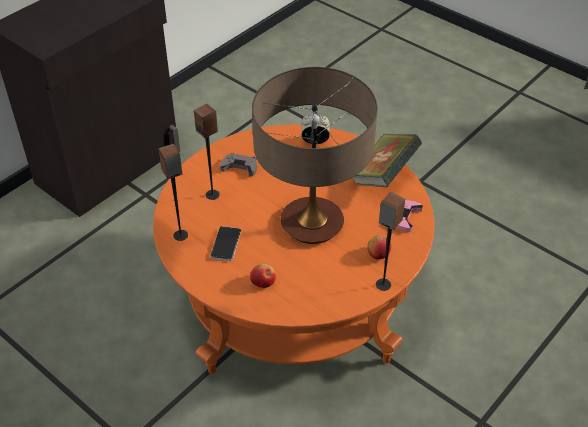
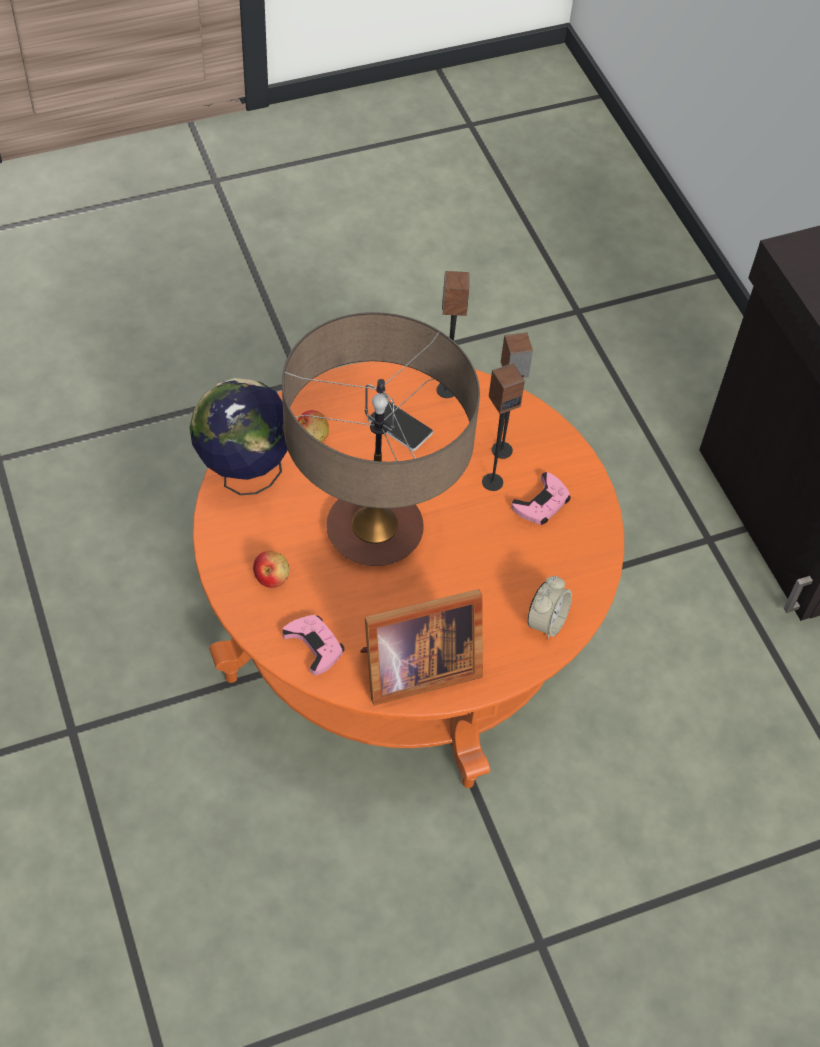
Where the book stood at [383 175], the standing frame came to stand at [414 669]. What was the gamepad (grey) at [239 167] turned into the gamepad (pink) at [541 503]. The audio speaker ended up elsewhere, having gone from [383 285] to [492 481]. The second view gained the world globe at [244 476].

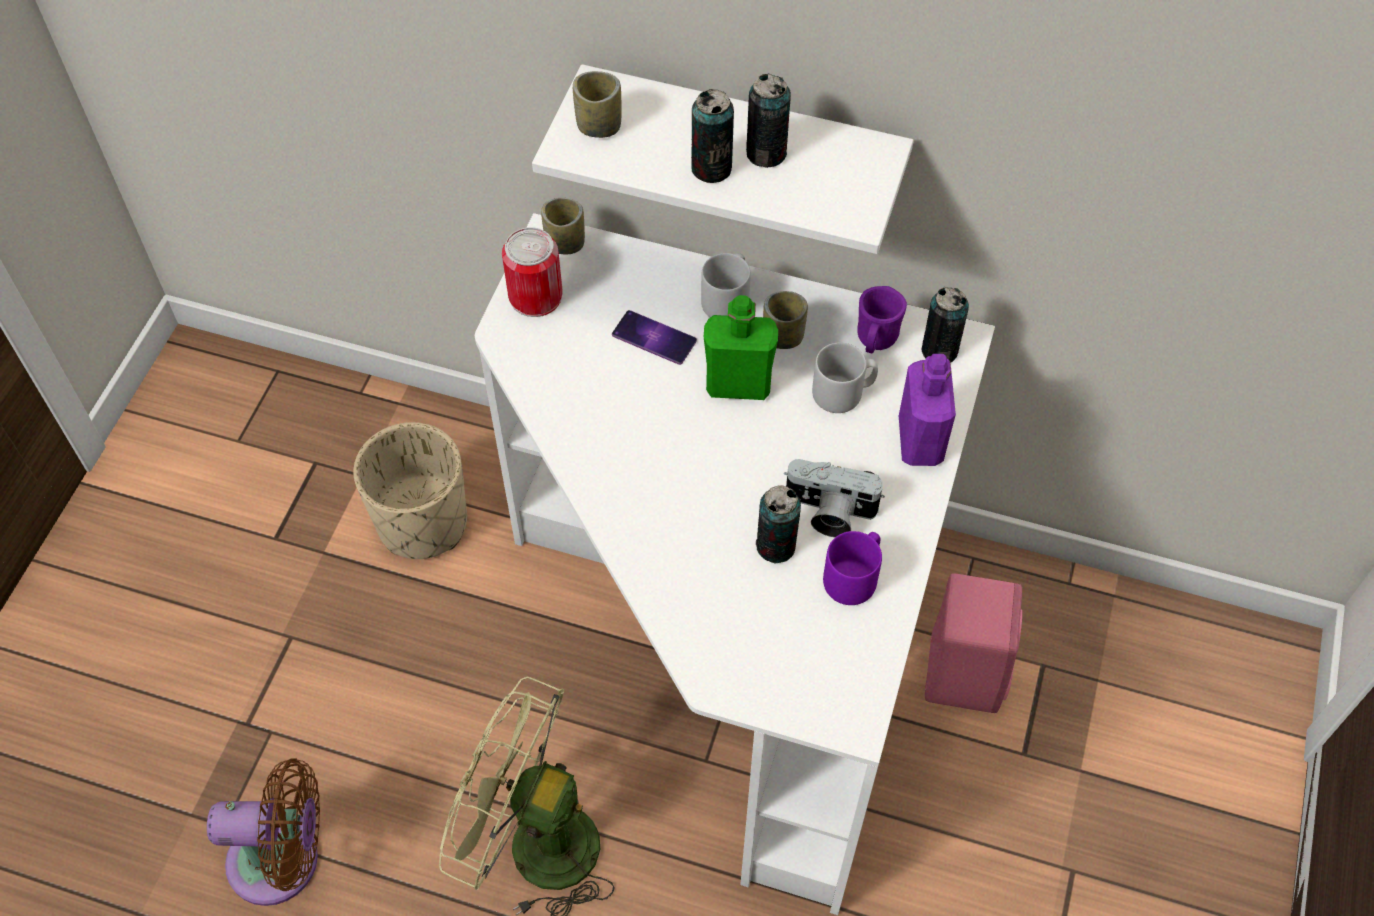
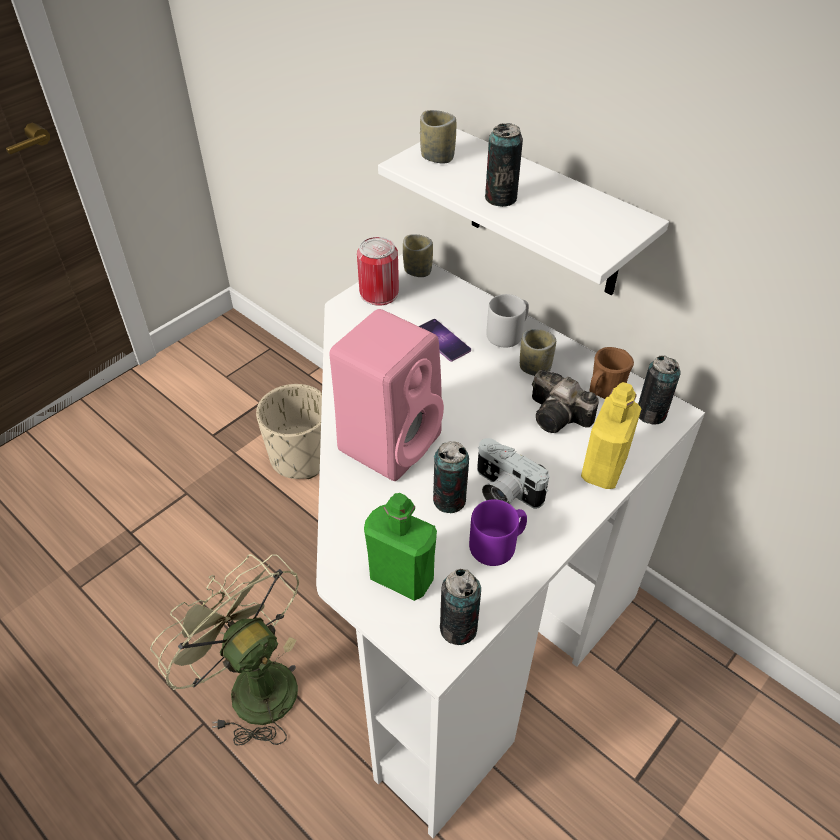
The sealed can ended up elsewhere, having gone from [766 153] to [458 628]. What was the coffee mug (purplish) at [875 341] turned into the coffee mug (brownish) at [603 392]. The beverage bottle (green) ended up elsewhere, having gone from [738 385] to [401 577]. Where the coffee mug (grey) stood at [843 393], the still camera came to stand at [560 417]. What was the beverage bottle (purplish) at [920 441] turned into the beverage bottle (yellow) at [603 468]. The audio speaker (pink) ended up elsewhere, having gone from [963 669] to [391 440]. The second view lost the cooling fan (brownish) at [283 861].

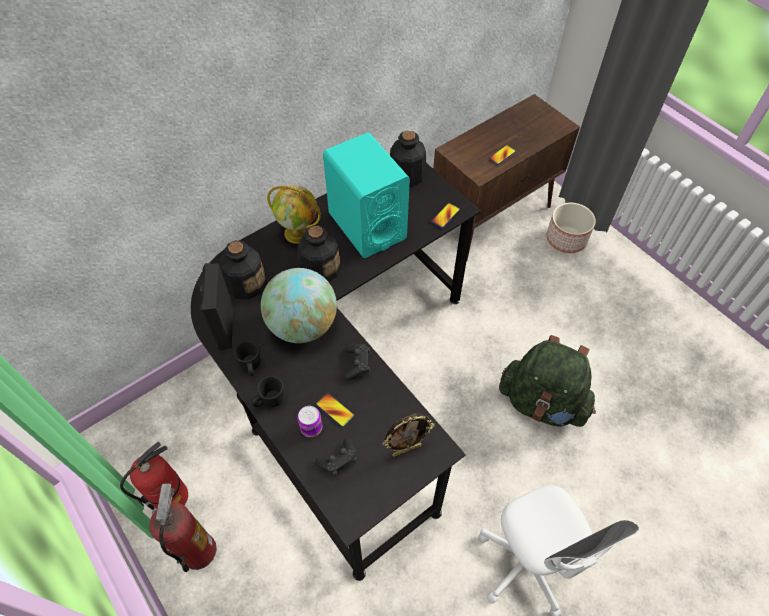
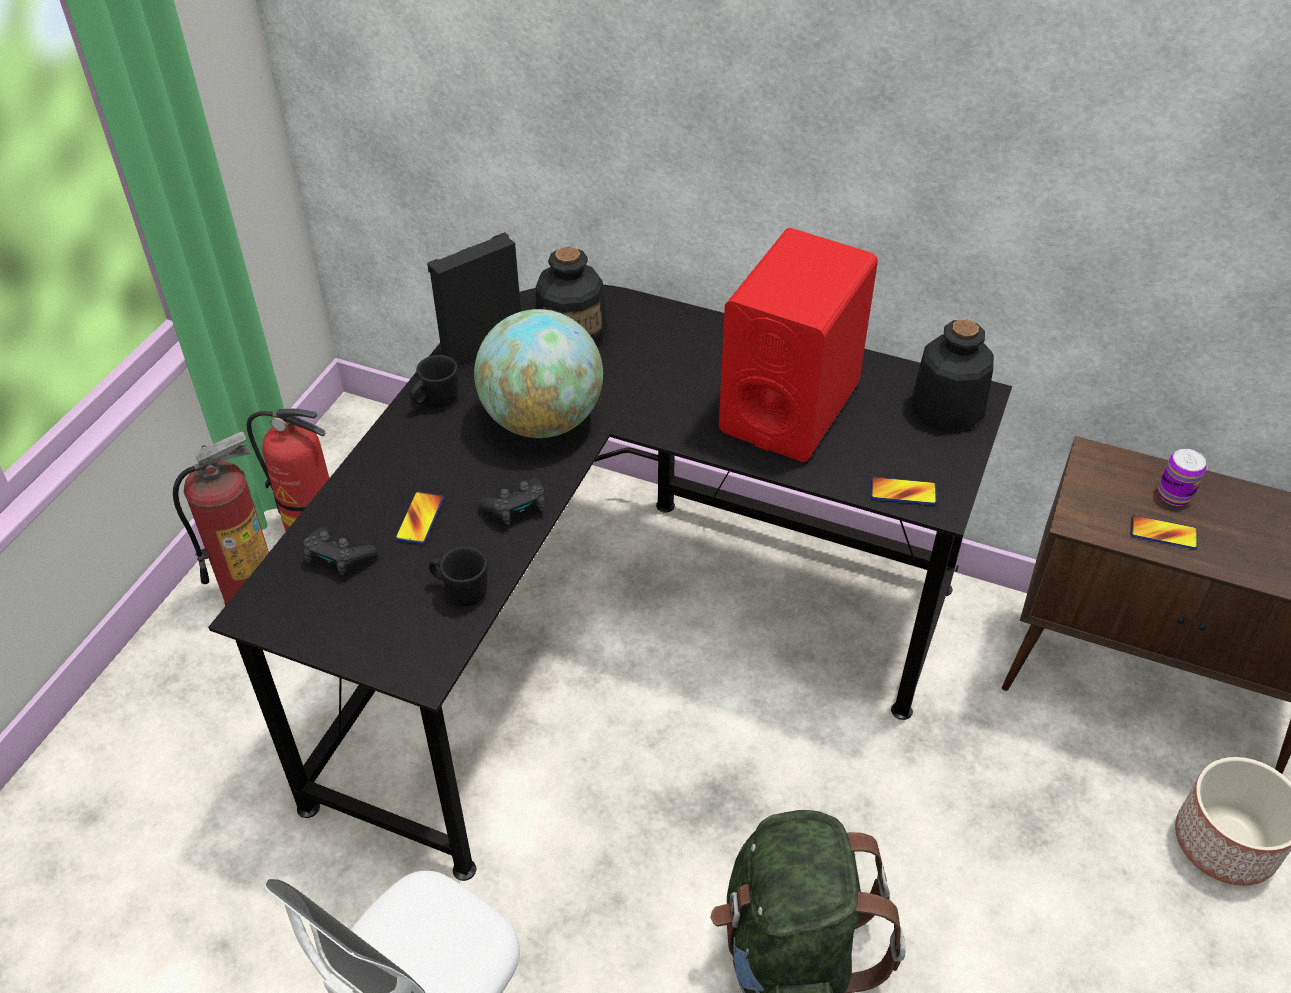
What was the audio speaker (turquoise) at [367 226] turned into the audio speaker (red-coloured) at [789 407]. The second view lost the world globe at [299 233]. The second view lost the beverage bottle at [320 267]. The coffee mug (black-coloured) ended up elsewhere, having gone from [269 401] to [460 591]. The sealed can ended up elsewhere, having gone from [311 428] to [1174 495]. The second view lost the standing frame at [406 449].

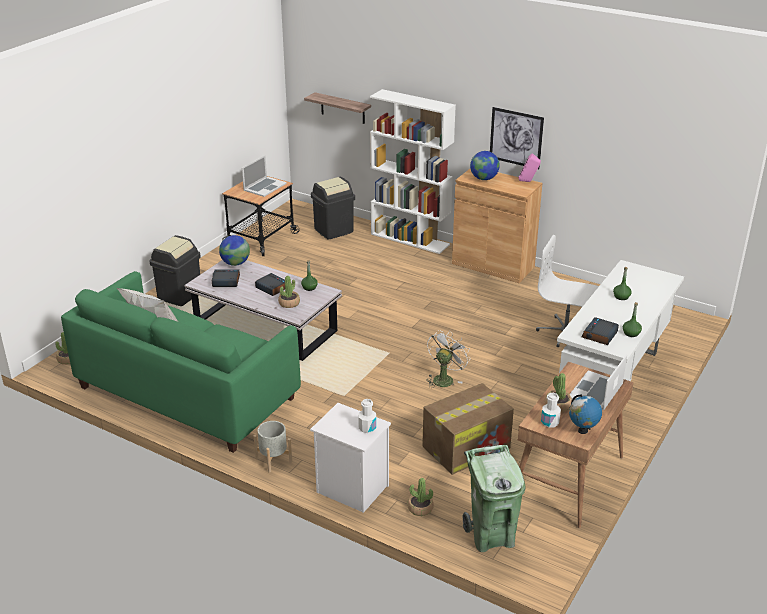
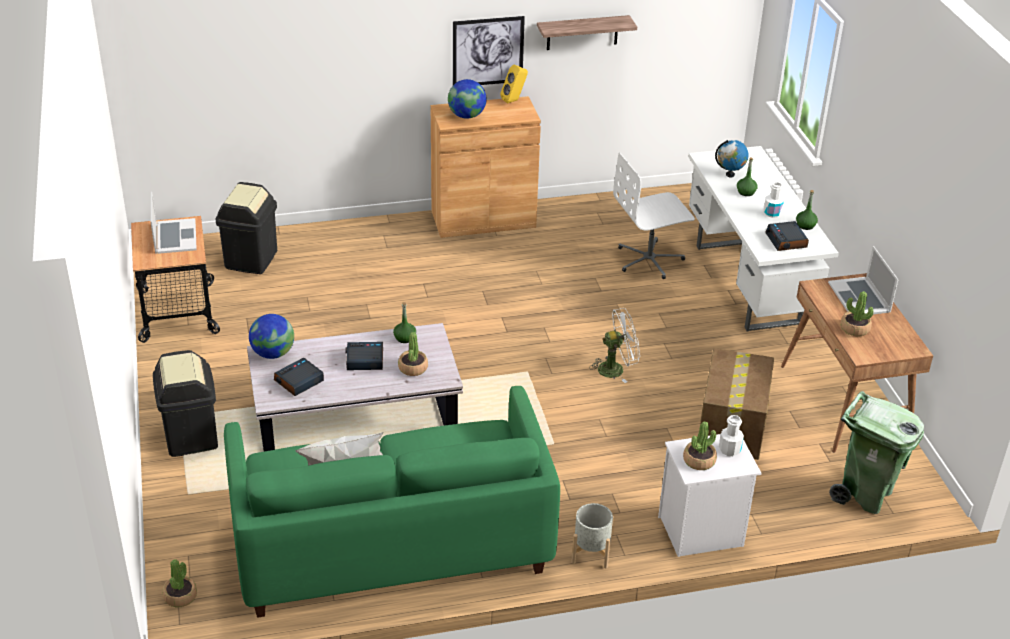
The second view lost the bookcase (white) at [410 239]. The shelf ended up elsewhere, having gone from [342 108] to [582 32]. What was the audio speaker (pink) at [528 181] turned into the audio speaker (yellow) at [514 100]. The cooling fan (white) at [444 378] ended up facing another way, 90 degrees clockwise from before. The beverage bottle (white) ended up elsewhere, having gone from [550 422] to [772 213]. The world globe ended up elsewhere, having gone from [582 430] to [730 174]. The plant in a pot ended up elsewhere, having gone from [420 508] to [699 461].

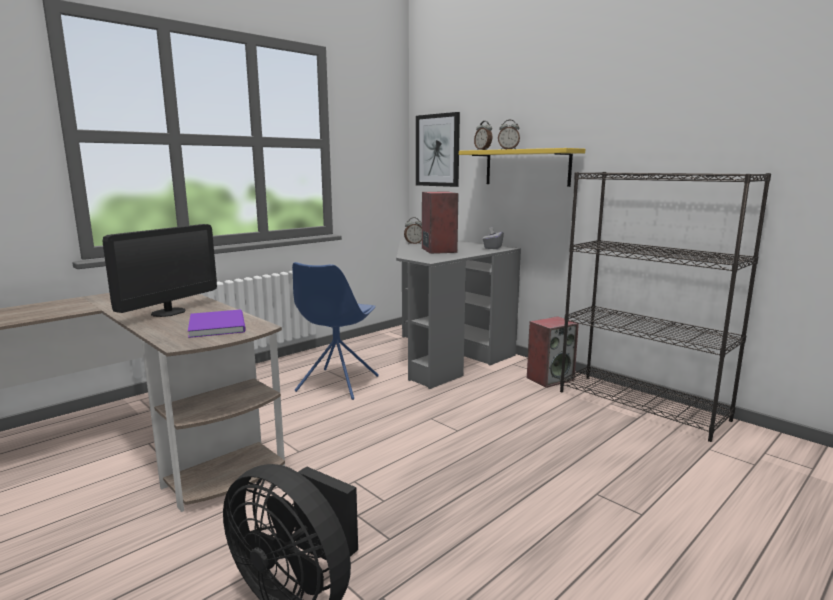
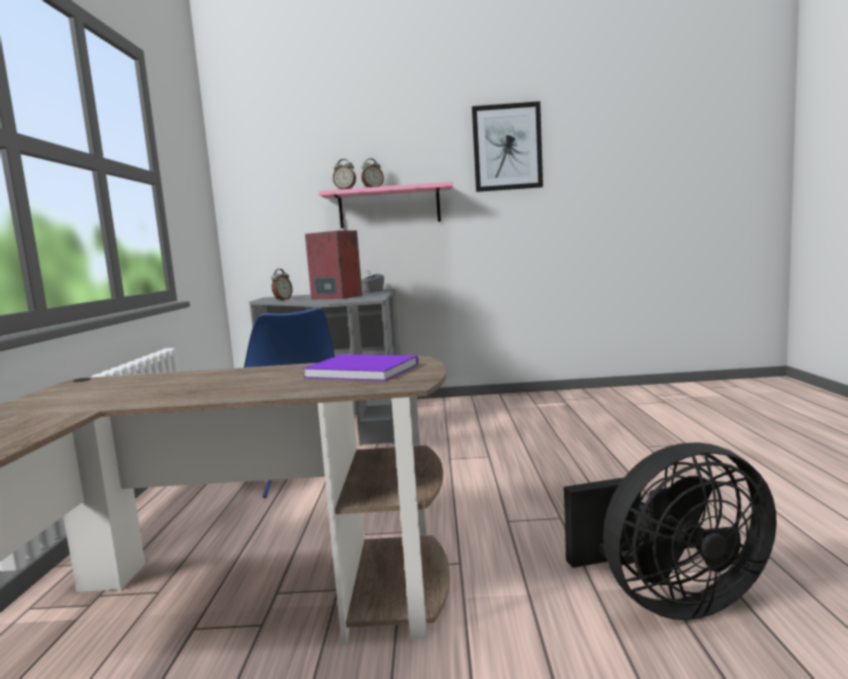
The wall art ended up elsewhere, having gone from [437 150] to [507 147]. What was the shelf (yellow) at [527 167] turned into the shelf (pink) at [389 207]. The second view lost the bookcase (black-coloured) at [642 405]. The second view lost the monitor at [168 312]. The second view lost the audio speaker at [550 378].

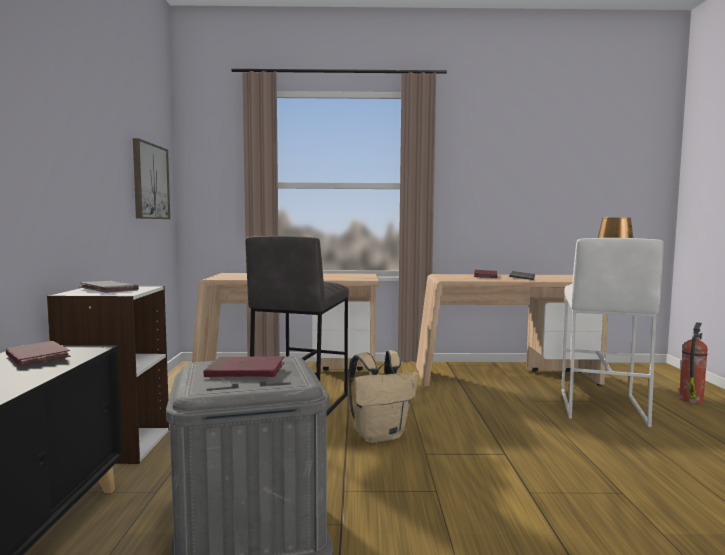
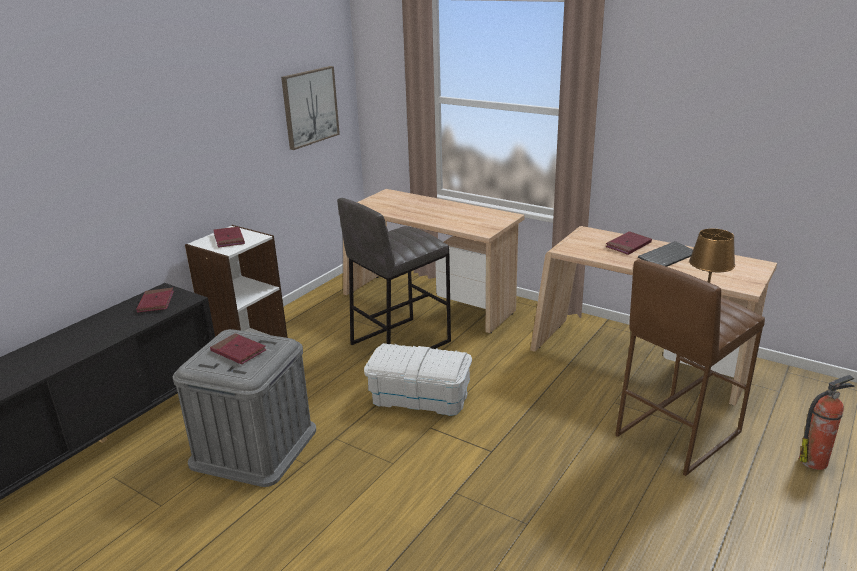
What was the stool (white) at [600 407] turned into the stool (brownish) at [676 433]. What was the book (grey) at [109 290] turned into the book (red-coloured) at [229 239]. Where the rucksack (beige) stood at [380 435], the storage box (white) came to stand at [420 397].

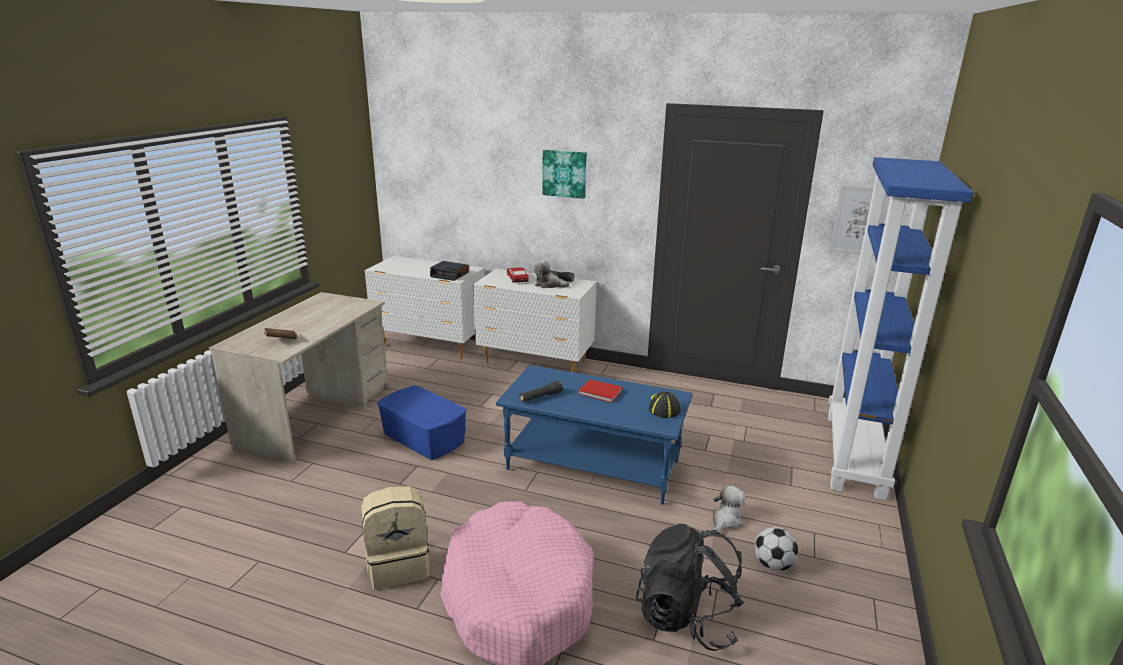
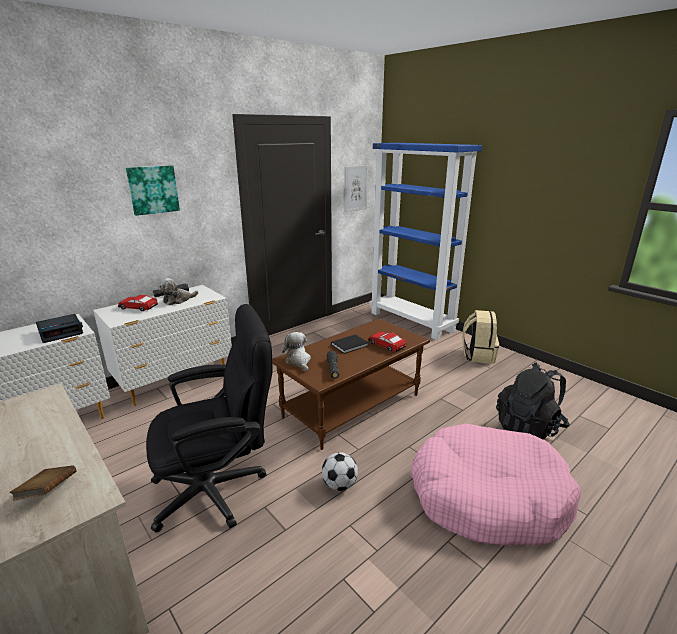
What was the coffee table (bluish) at [591 466] turned into the coffee table (brownish) at [352 407]. What was the book (red-coloured) at [601 393] turned into the book (black-coloured) at [350 345]. Where the storage box (bluish) stood at [423 438], the computer chair (black-coloured) came to stand at [219 488]. The second view lost the peaked cap at [663 406]. The plush toy ended up elsewhere, having gone from [725 521] to [298 361]. The rucksack (beige) ended up elsewhere, having gone from [399 565] to [478 355]. The football ended up elsewhere, having gone from [773 564] to [339 485]. The second view gained the toy car at [386 345].

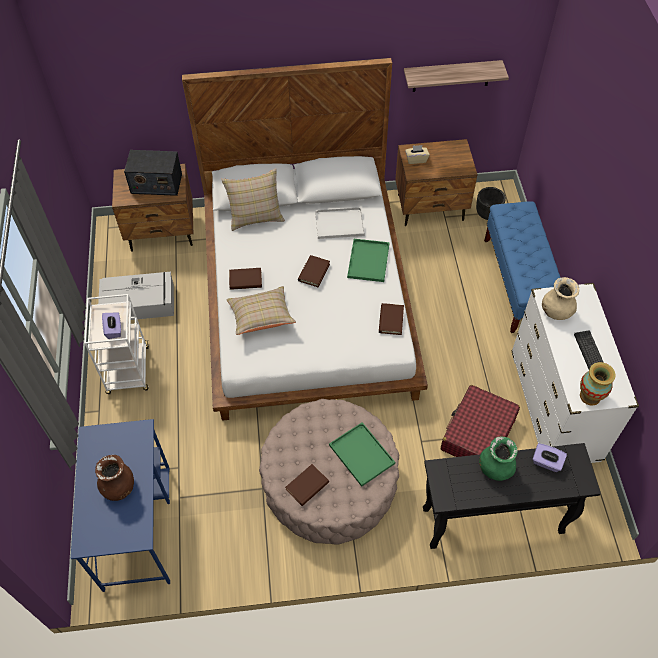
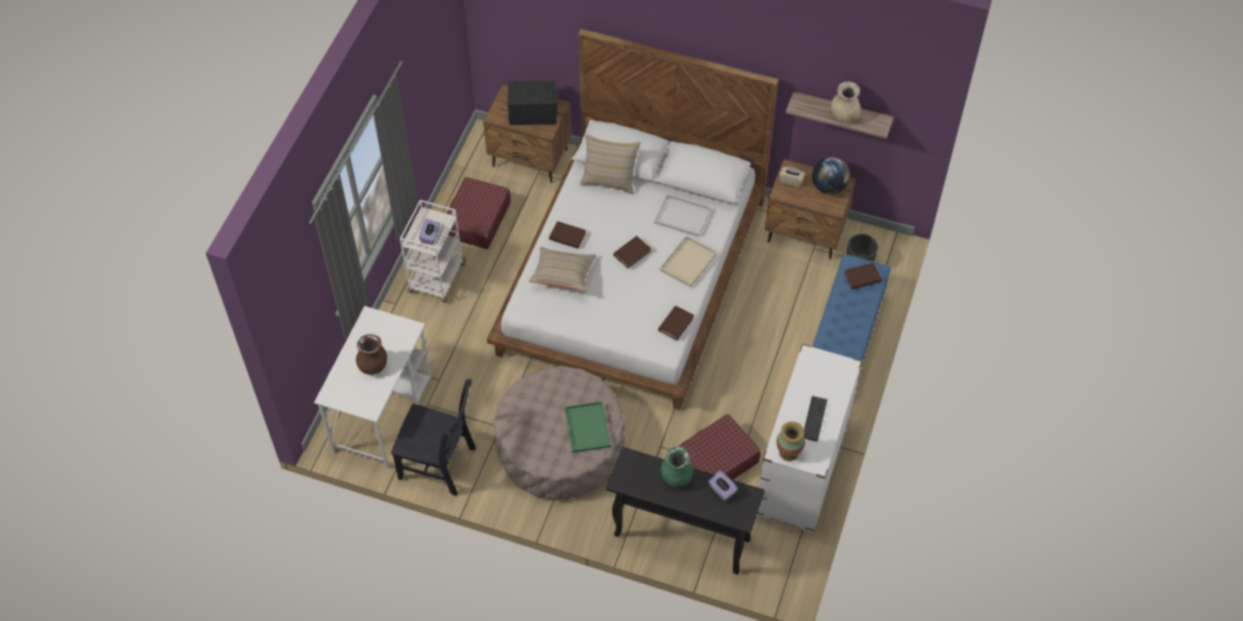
The radio set at [156 183] ended up facing another way, 150 degrees clockwise from before. What was the serving tray (green) at [368 260] turned into the serving tray (beige) at [688 261]. Where the storage box (grey) stood at [140 303], the piece of luggage (red-coloured) came to stand at [476 220]. The vase (beige) ended up elsewhere, having gone from [556 312] to [844 115]. What was the desk table (bluish) at [137 526] turned into the desk table (white) at [382 412]. The book (brownish) ended up elsewhere, having gone from [307 486] to [862 277]. The second view gained the world globe at [828 187]. The second view gained the plain chair (black-coloured) at [440 464].

